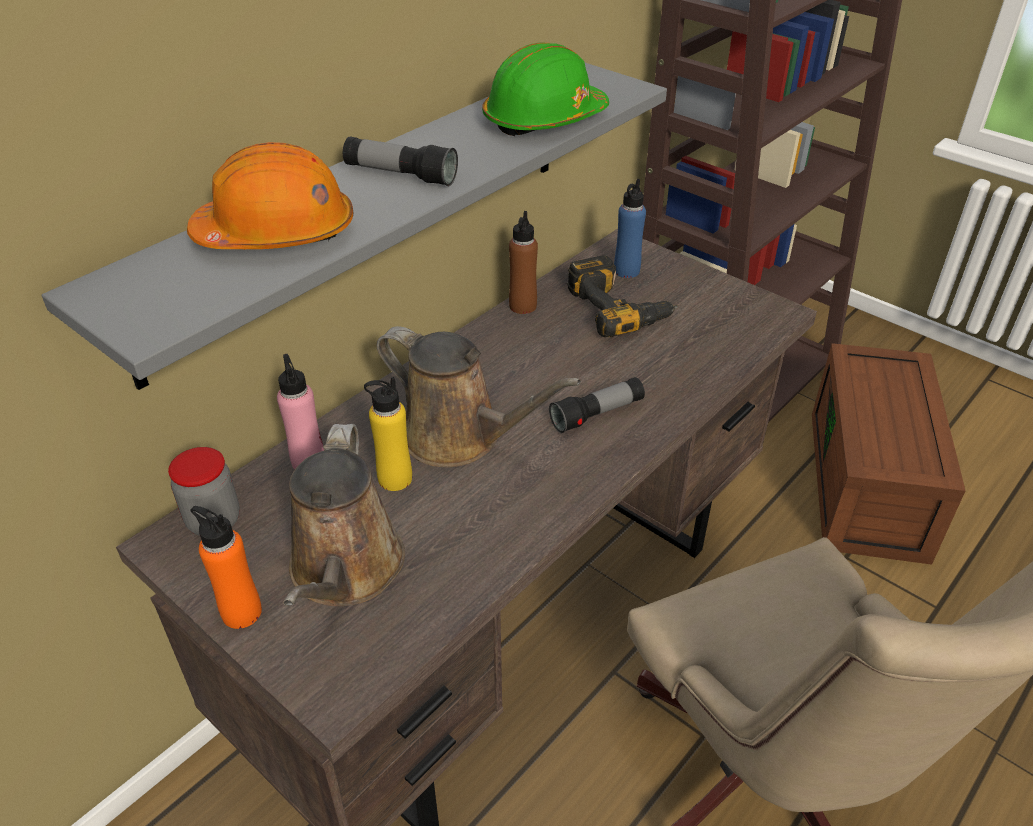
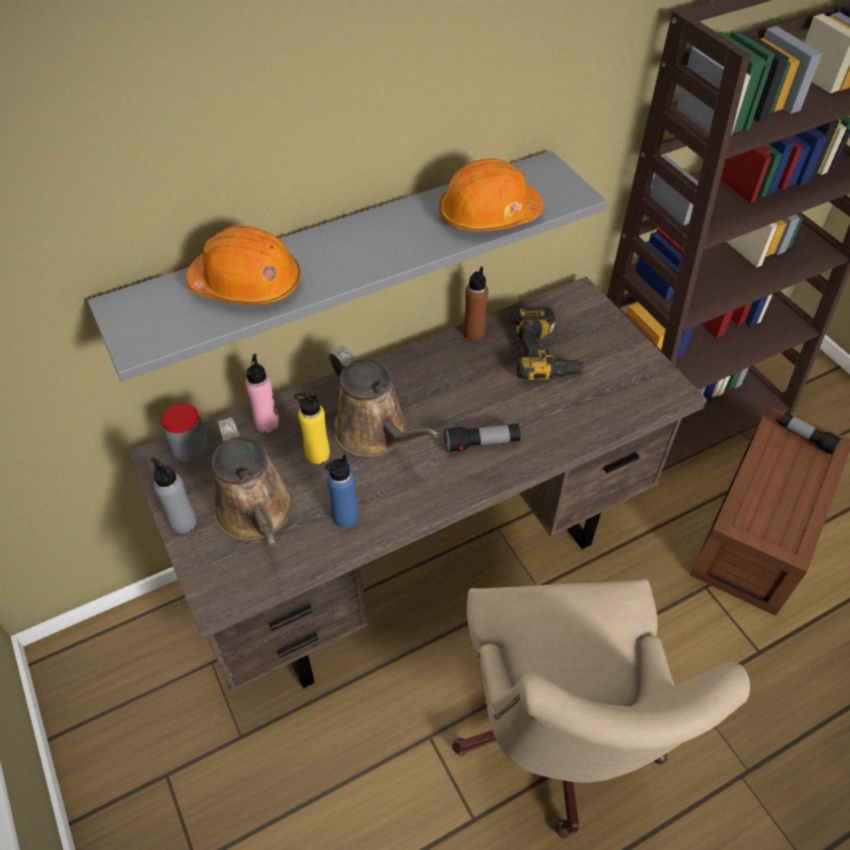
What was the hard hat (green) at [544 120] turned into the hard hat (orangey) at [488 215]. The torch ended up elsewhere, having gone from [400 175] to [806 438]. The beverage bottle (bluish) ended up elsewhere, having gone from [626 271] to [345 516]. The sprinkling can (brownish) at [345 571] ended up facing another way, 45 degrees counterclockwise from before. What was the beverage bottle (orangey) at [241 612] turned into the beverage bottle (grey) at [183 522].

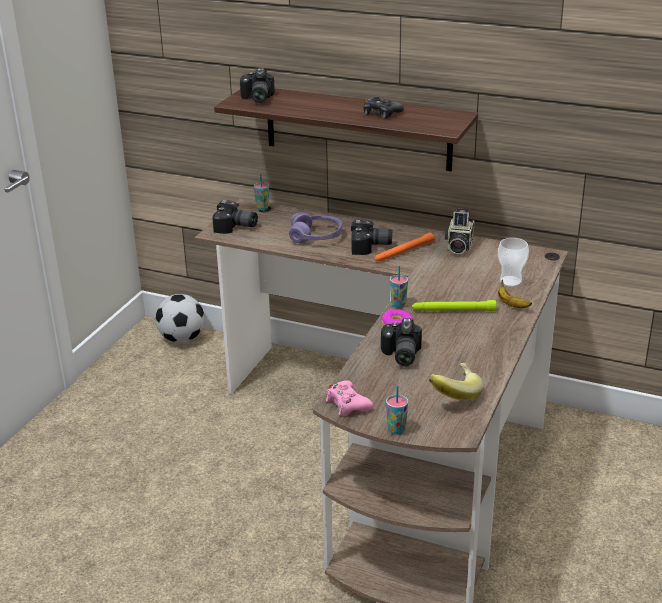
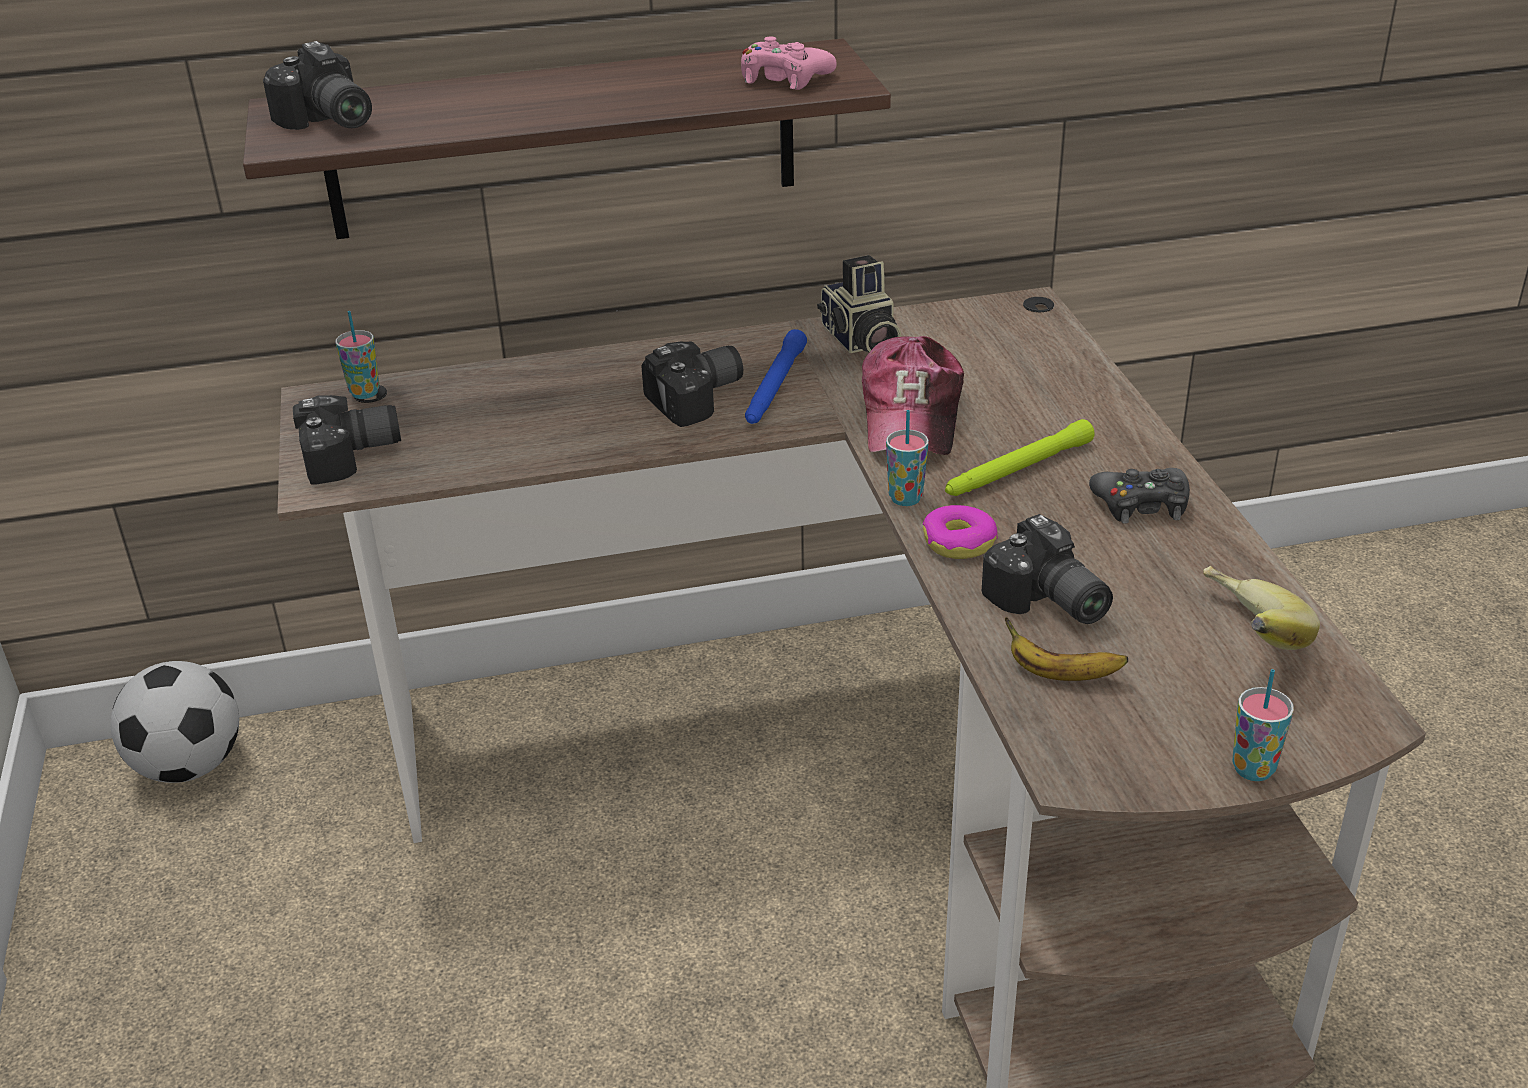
The gamepad (black-coloured) ended up elsewhere, having gone from [381 113] to [1141 505]. The second view lost the headphones (purplish) at [316 237]. What was the torch (orangey) at [403 252] turned into the torch (bluish) at [774 387]. The second view lost the cup at [510 281]. The banana fruit ended up elsewhere, having gone from [511 304] to [1060 674]. The gamepad (pink) ended up elsewhere, having gone from [347 404] to [783 78]. The second view gained the peaked cap at [912 415].

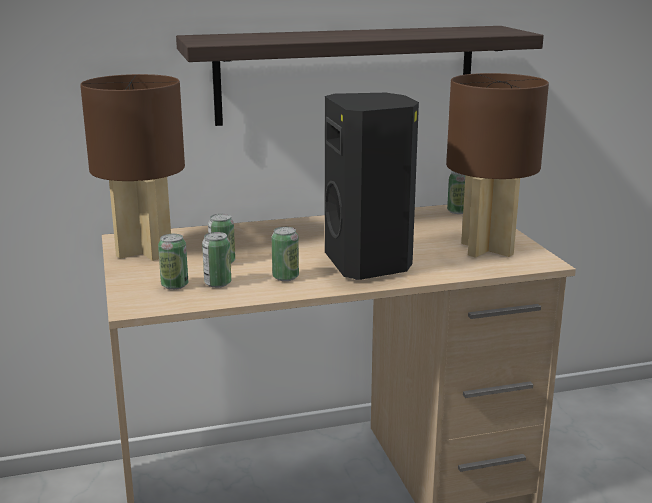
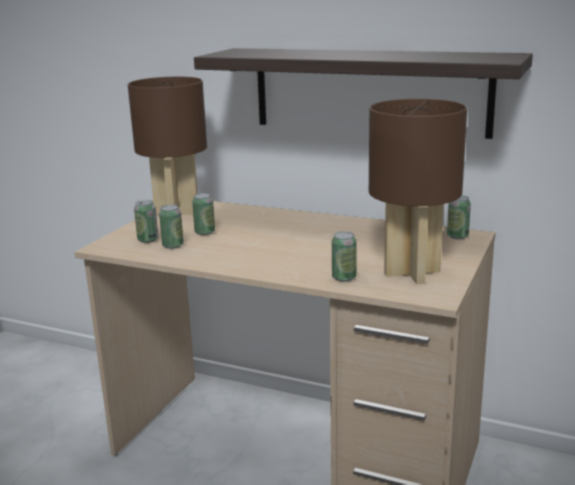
The second view lost the audio speaker (black-coloured) at [370 264]. The sealed can ended up elsewhere, having gone from [285 277] to [344 278].

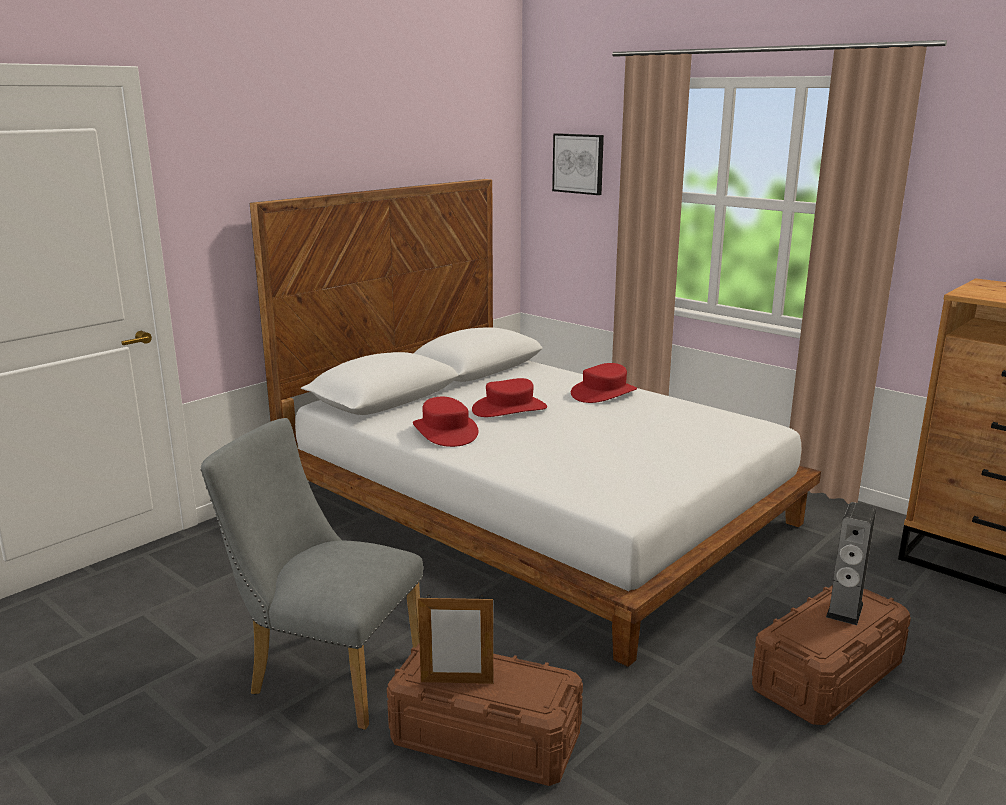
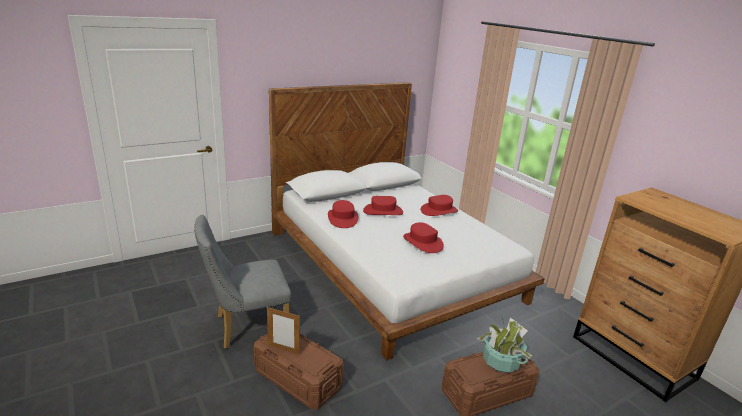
The second view lost the wall art at [578 163]. The plain chair (grey) at [326 673] ended up facing another way, 60 degrees counterclockwise from before. Where the audio speaker stood at [844 610], the plant in a pot came to stand at [501 361]. The second view gained the clothing hat (red-coloured) at [422 242].

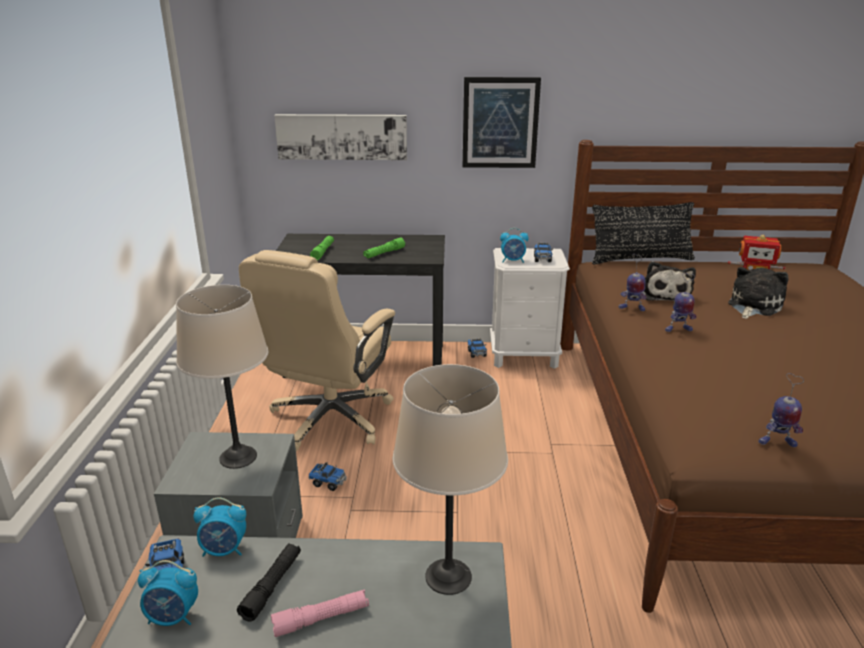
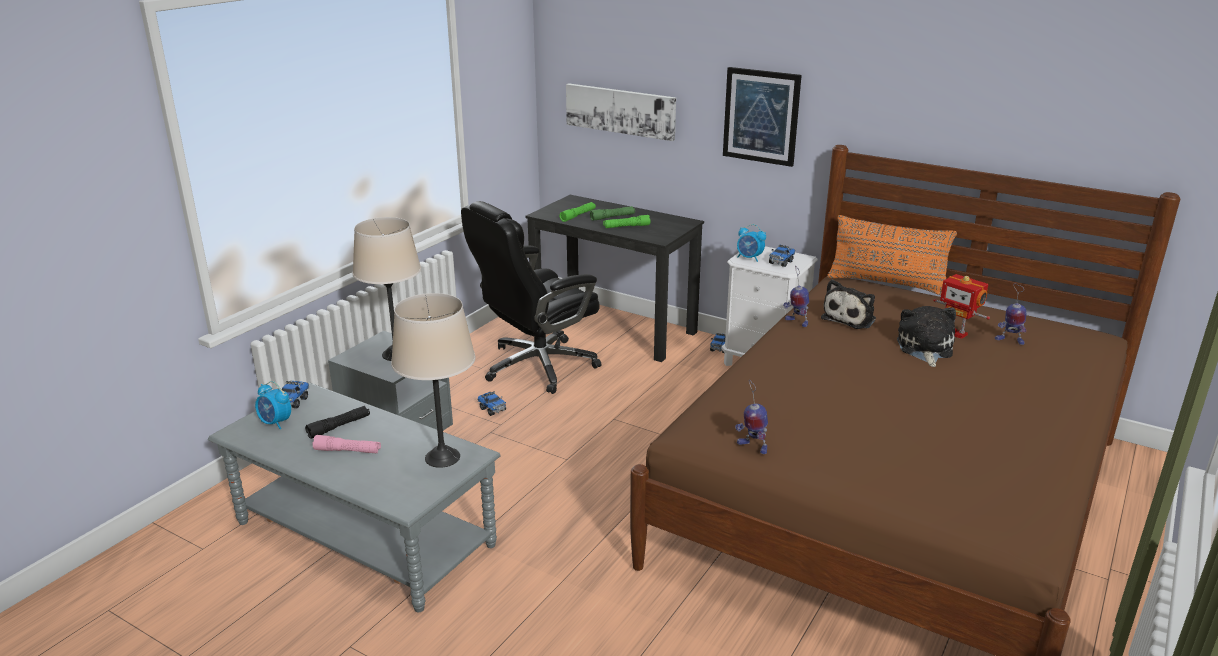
What was the pillow (black-coloured) at [640 259] turned into the pillow (orangey) at [886 283]. What was the computer chair (beige) at [329 419] turned into the computer chair (black-coloured) at [537 366]. The plush toy at [753 306] ended up facing another way, 60 degrees counterclockwise from before. The toy robot ended up elsewhere, having gone from [678 329] to [1009 340]. The second view lost the table clock at [224 550]. The second view gained the torch (green) at [612 217].

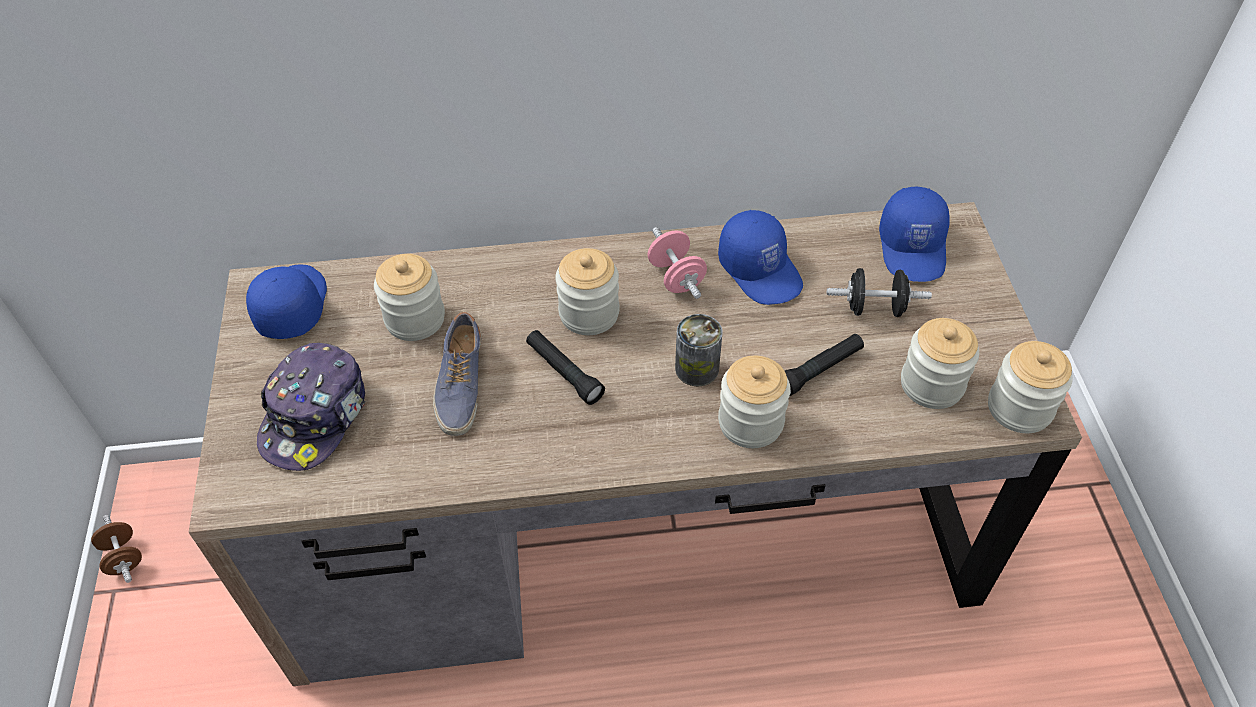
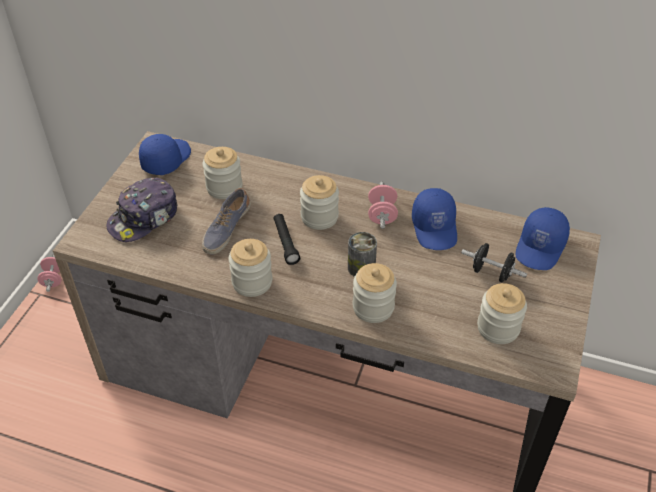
The second view lost the torch (black-coloured) at [819 370]. The storage jar ended up elsewhere, having gone from [1019 408] to [252 282]. What was the dumbbell (brownish) at [123 557] turned into the dumbbell (pink) at [53 279].

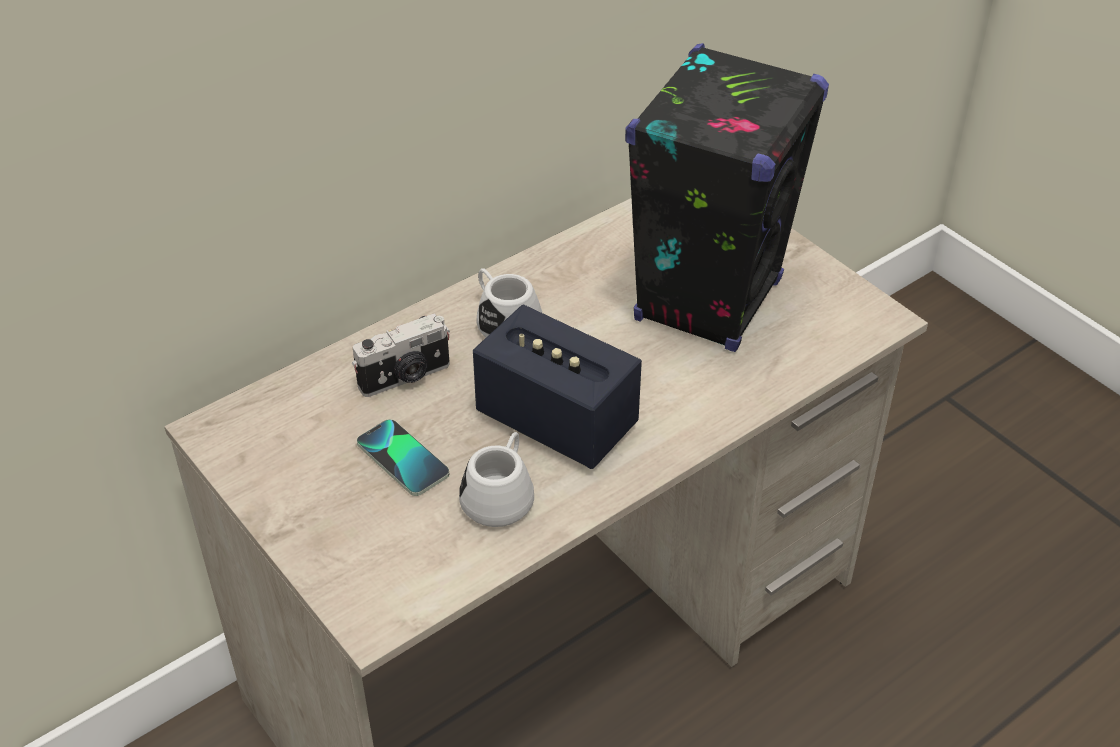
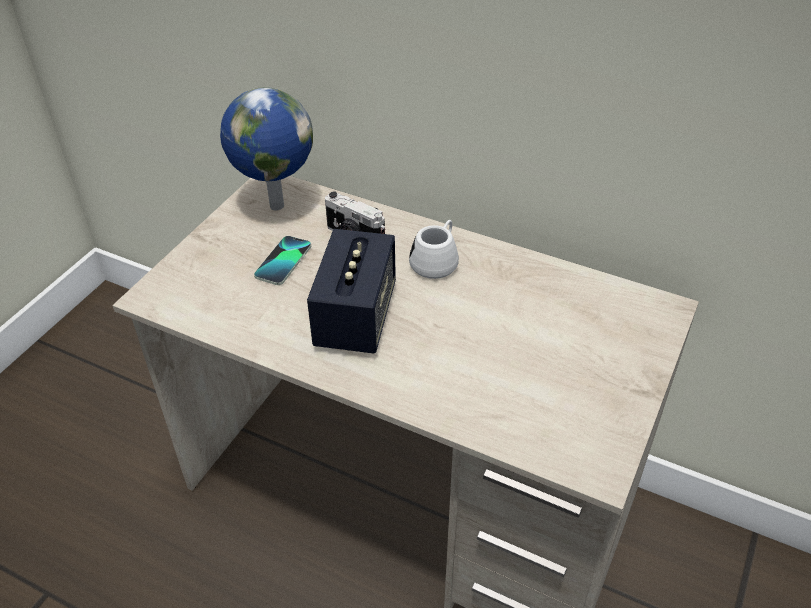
The second view lost the audio speaker (black-coloured) at [708 300]. The second view lost the coffee mug (white) at [501 494]. The second view gained the world globe at [275 205].

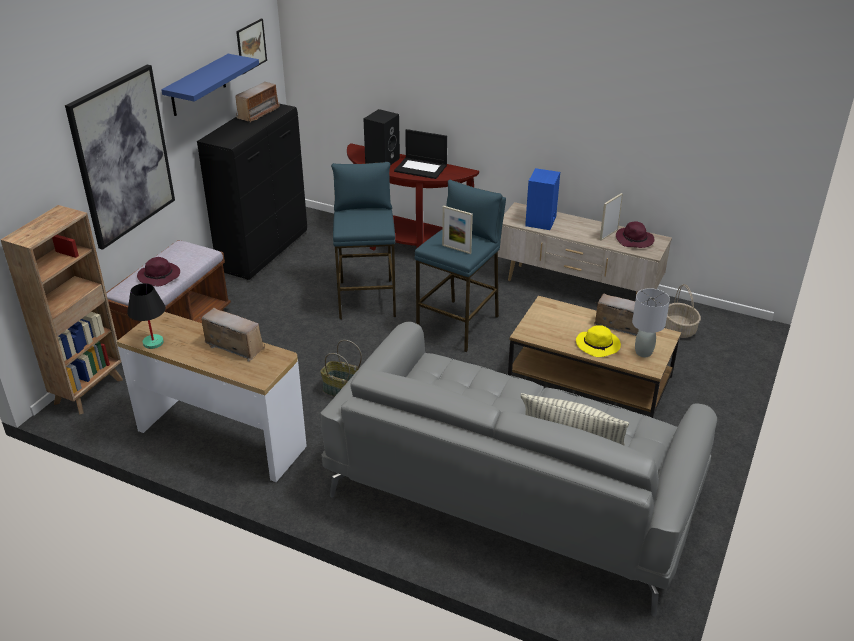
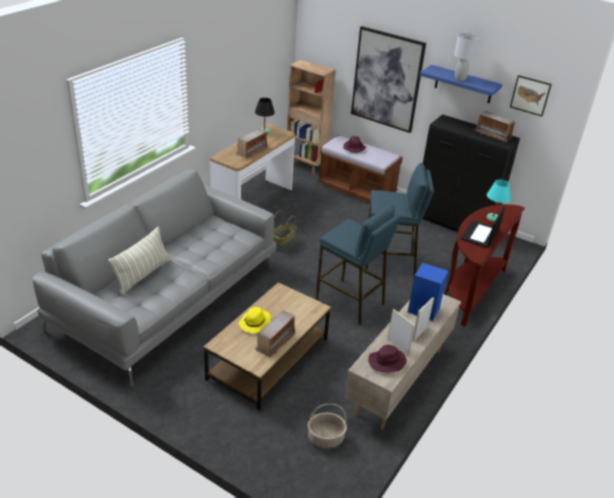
Where the audio speaker (black-coloured) stood at [382 160], the lamp for a table (turquoise) came to stand at [493 218]. The standing frame ended up elsewhere, having gone from [456 249] to [420 334]. The lamp for a table (grey) ended up elsewhere, having gone from [643 352] to [460 79].

